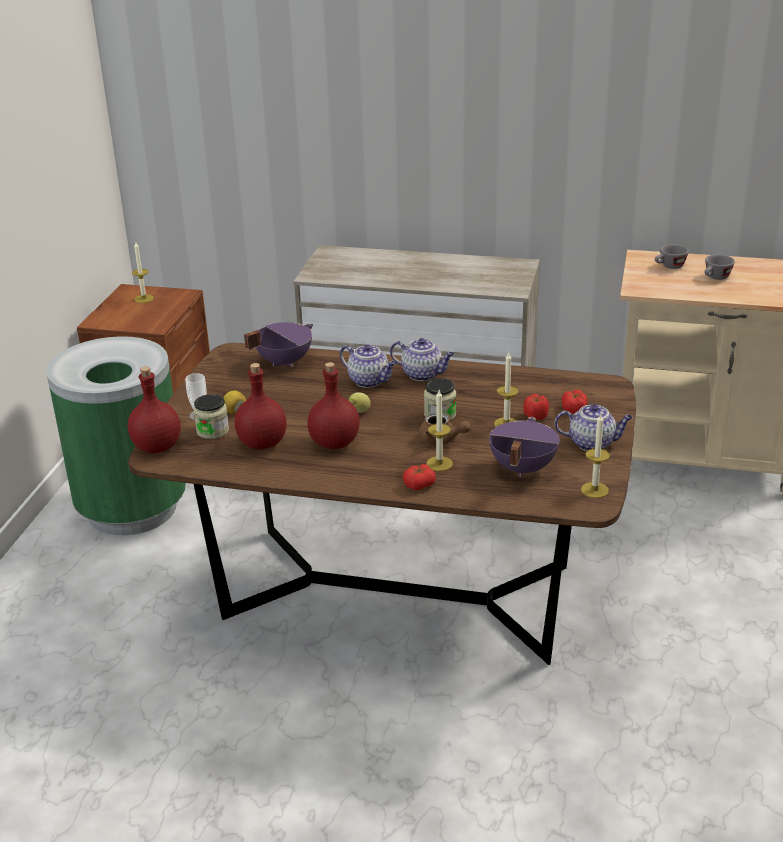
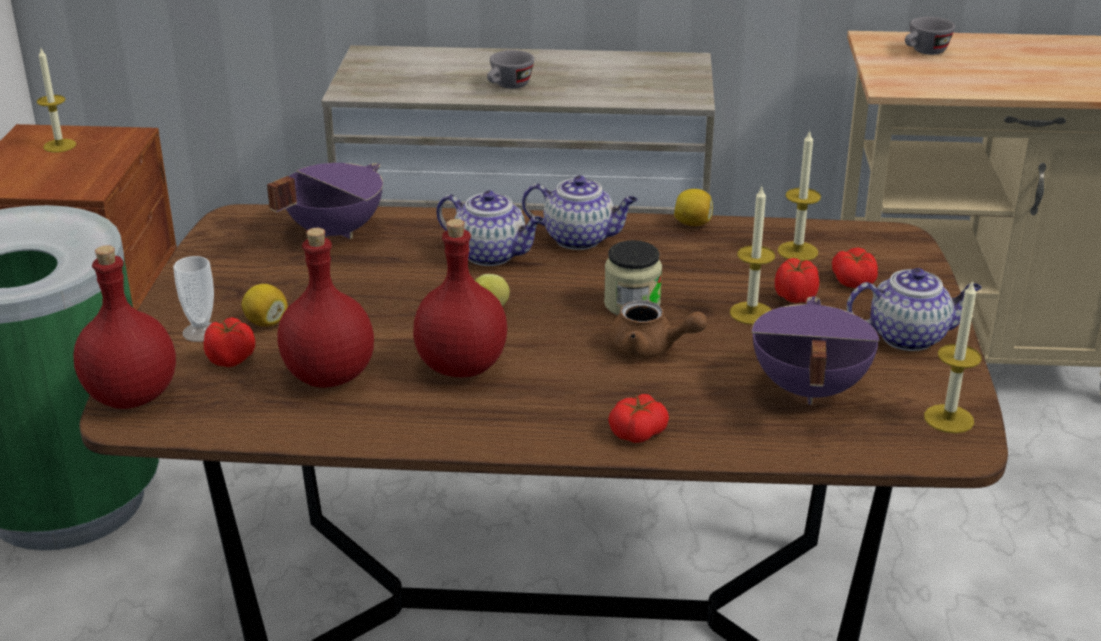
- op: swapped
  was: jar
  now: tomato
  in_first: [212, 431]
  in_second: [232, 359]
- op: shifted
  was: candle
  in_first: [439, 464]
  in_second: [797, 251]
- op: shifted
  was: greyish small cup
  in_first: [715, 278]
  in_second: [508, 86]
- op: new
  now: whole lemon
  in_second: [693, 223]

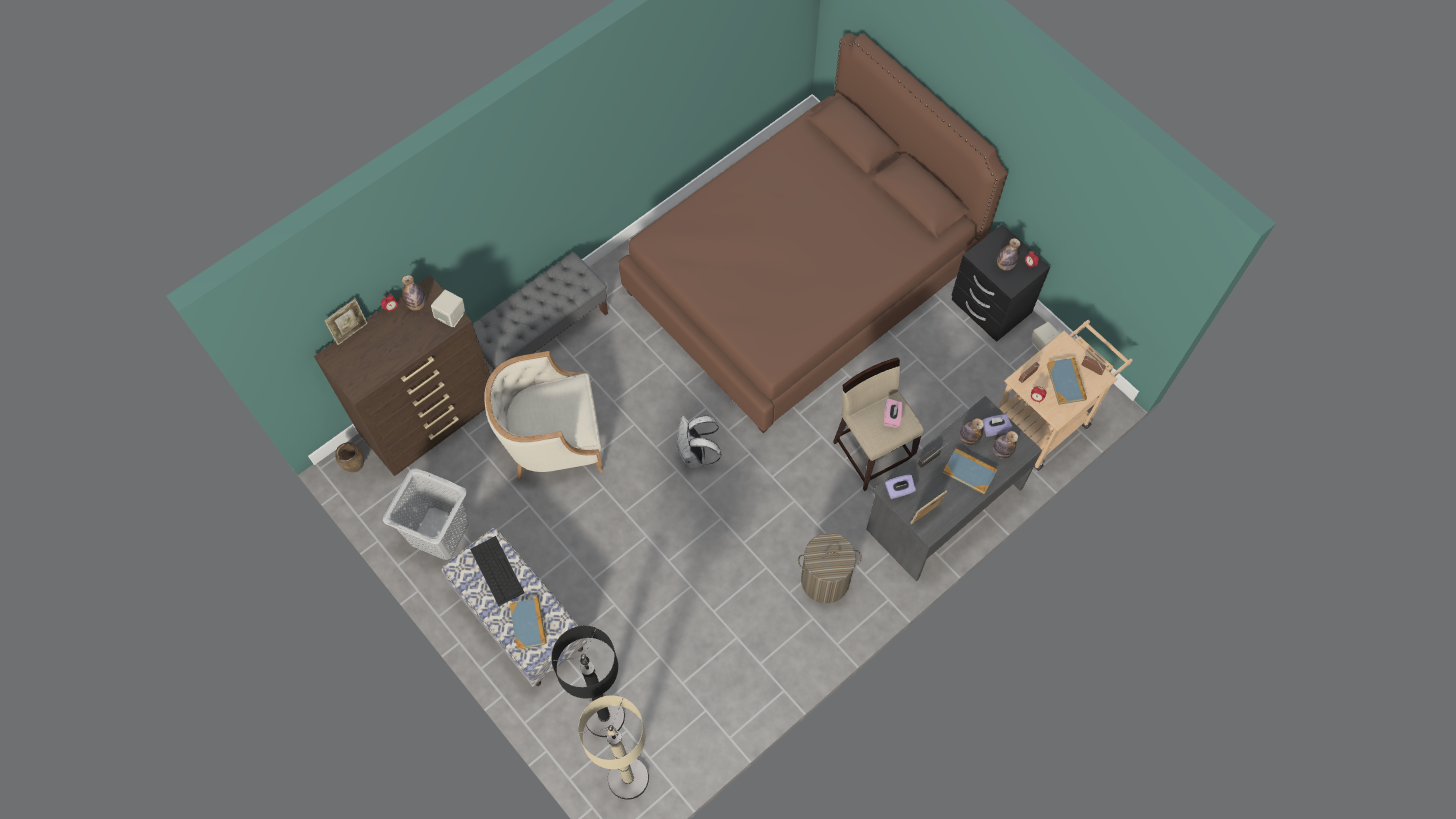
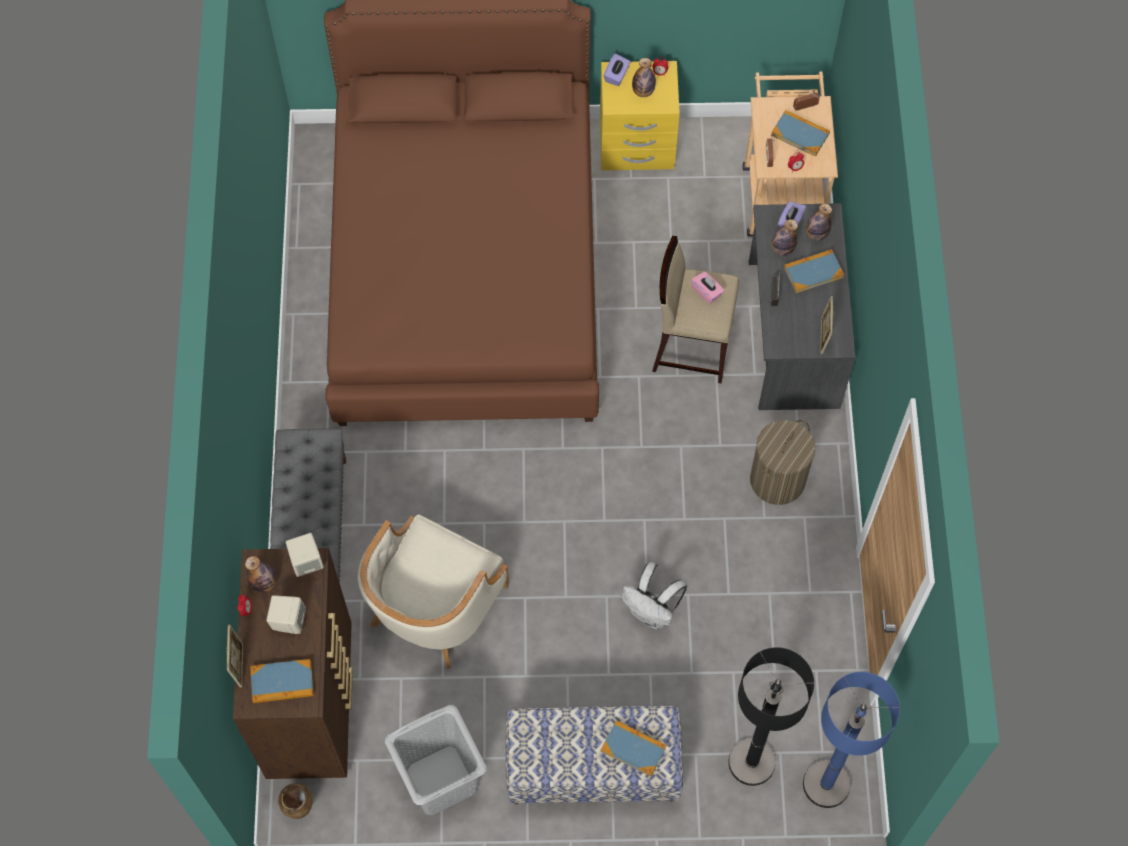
- op: gone
  was: computer keyboard
  in_first: [496, 570]
- op: repainted
  was: sand-coloured floor lamp
  now: bluish floor lamp
  in_first: [628, 778]
  in_second: [826, 784]
- op: shifted
  was: whitish rucksack
  in_first: [696, 455]
  in_second: [652, 612]
- op: shifted
  was: purple box of tissues
  in_first: [899, 490]
  in_second: [616, 76]
- op: repainted
  was: blackish nightstand
  now: yellow-coloured nightstand
  in_first: [990, 307]
  in_second: [636, 147]
- op: shifted
  was: sand-coloured loudspeaker
  in_first: [1042, 344]
  in_second: [288, 620]
- op: new
  now: bound book
  in_second: [282, 682]

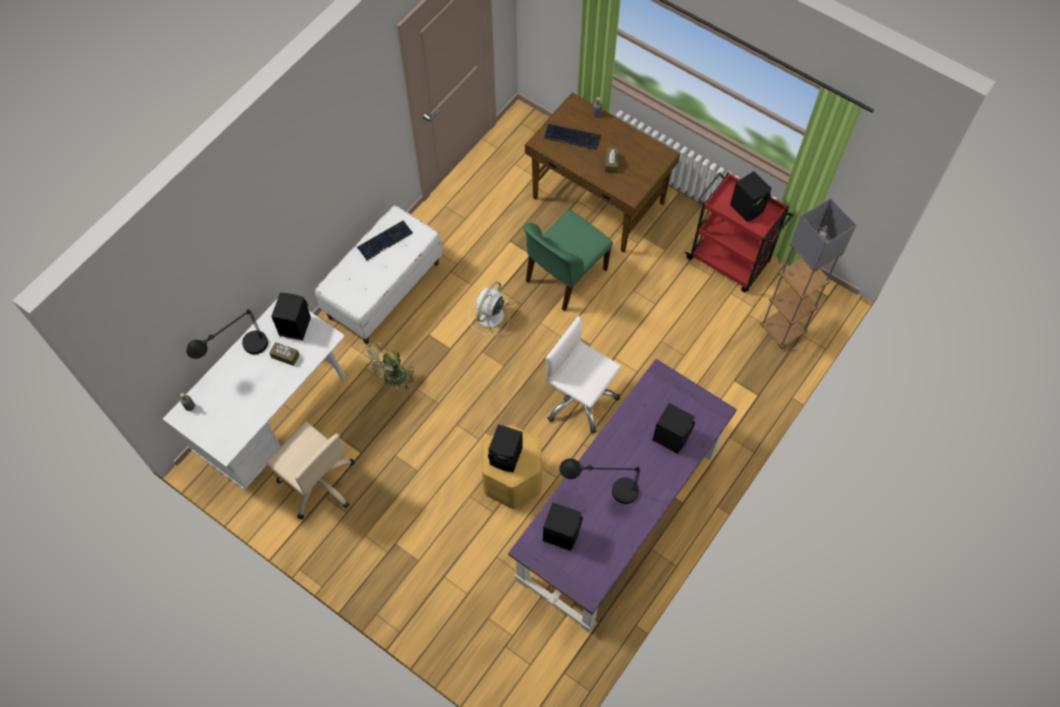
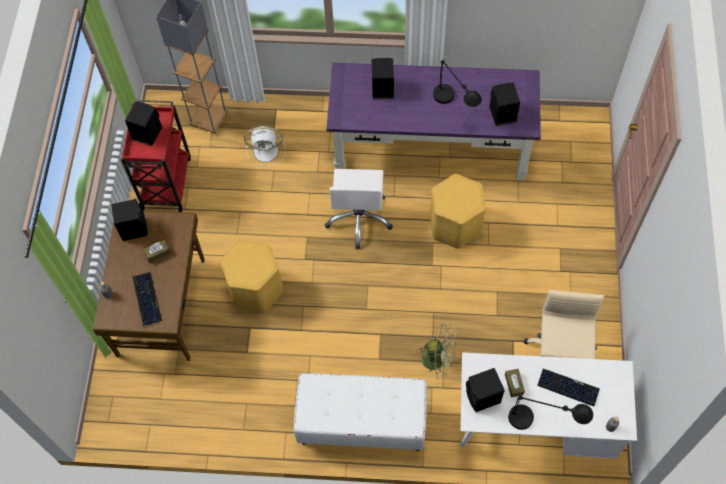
- op: shifted
  was: computer keyboard
  in_first: [385, 240]
  in_second: [568, 387]
- op: shifted
  was: whitish fan
  in_first: [489, 316]
  in_second: [267, 151]
- op: shifted
  was: blackish loudspeaker
  in_first: [507, 457]
  in_second: [134, 227]
- op: swapped
  was: green plain chair
  now: yellow-coloured stool seat
  in_first: [565, 276]
  in_second: [255, 289]

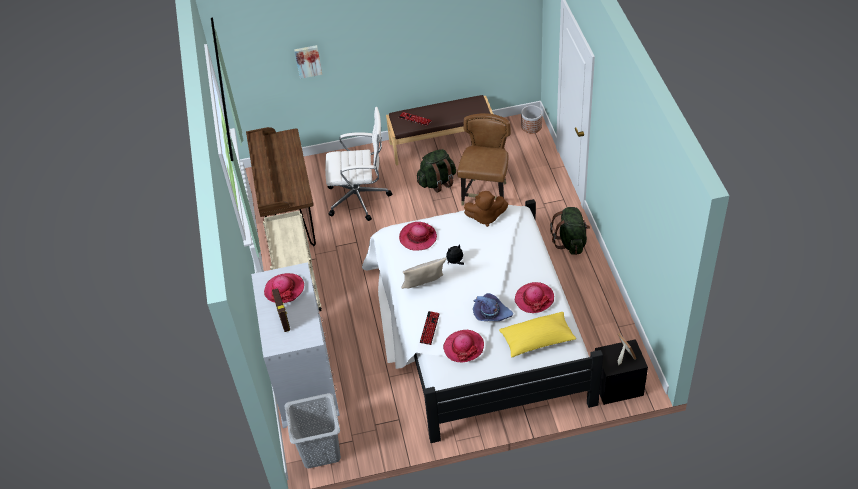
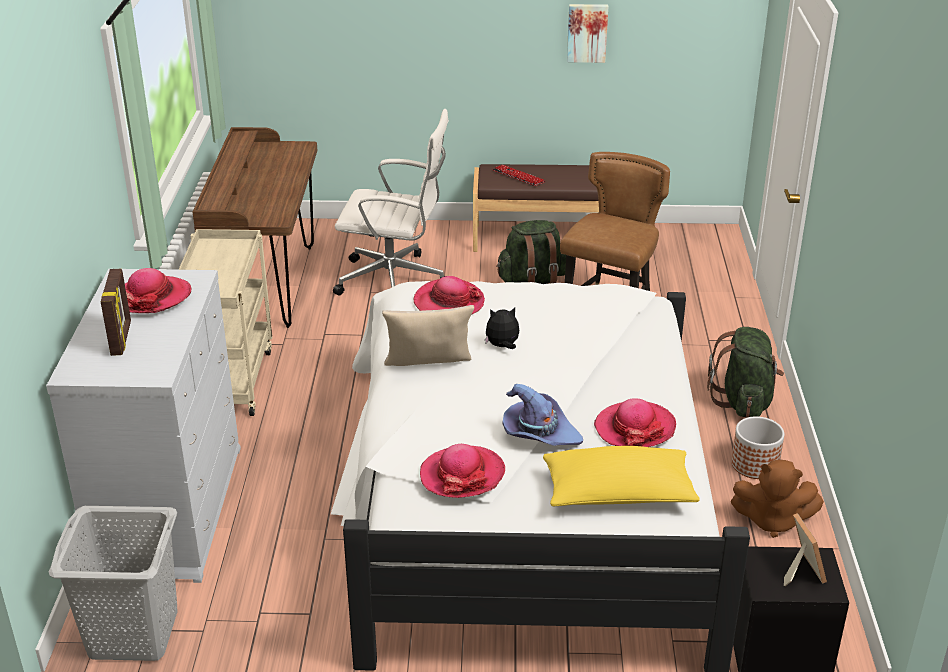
- op: shifted
  was: wall art
  in_first: [308, 61]
  in_second: [587, 32]
- op: gone
  was: computer keyboard
  in_first: [429, 328]
- op: shifted
  was: brownish cuddly toy
  in_first: [485, 217]
  in_second: [772, 520]
- op: shifted
  was: plant pot
  in_first: [531, 126]
  in_second: [754, 464]

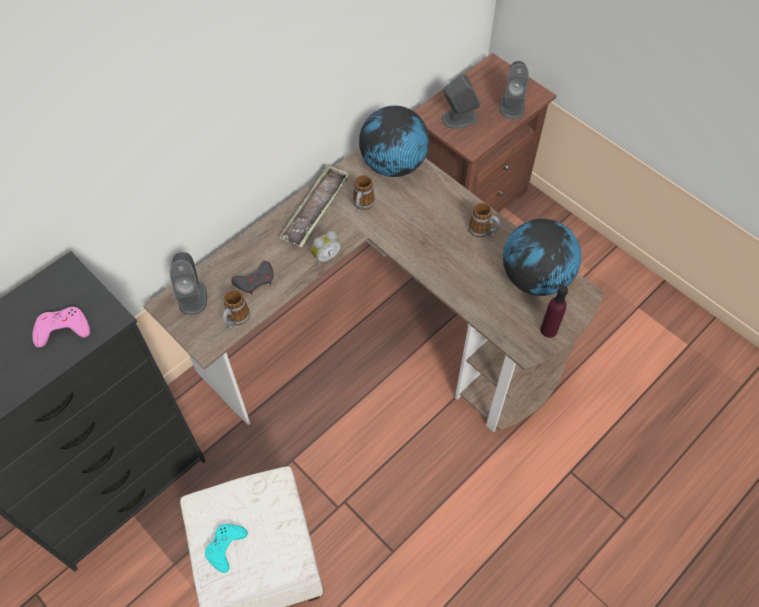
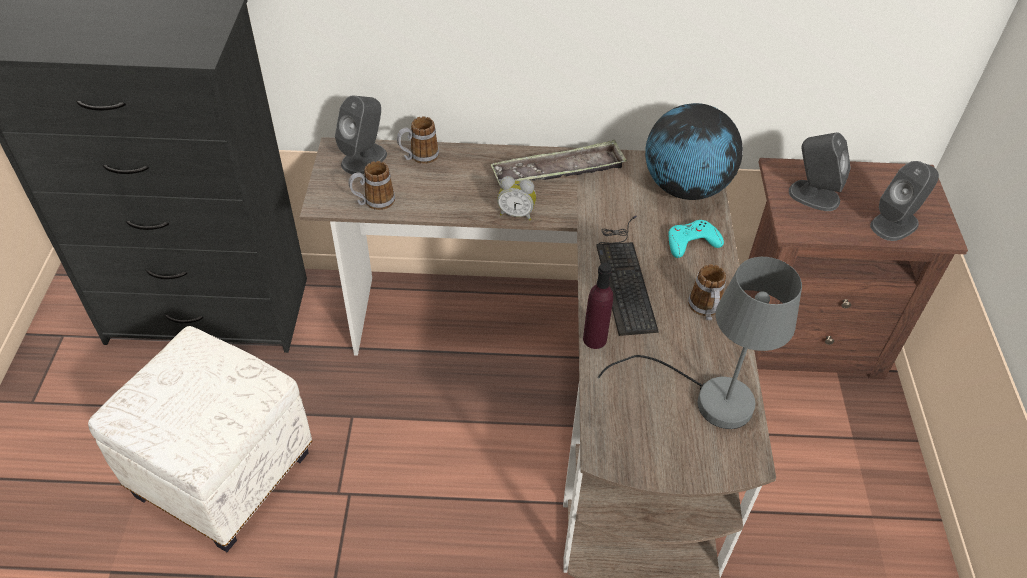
- op: gone
  was: pinkish gamepad
  in_first: [62, 329]
- op: shifted
  was: blue-green gamepad
  in_first: [225, 547]
  in_second: [691, 242]
- op: gone
  was: greyish gamepad
  in_first: [255, 280]
- op: shifted
  was: coffee mug
  in_first: [362, 205]
  in_second: [419, 157]
- op: swapped
  was: desk globe
  now: greyish lamp for a table
  in_first: [535, 279]
  in_second: [707, 398]
- op: shifted
  was: purple drink bottle
  in_first: [548, 330]
  in_second: [594, 339]
- op: new
  now: computer keyboard
  in_second: [625, 276]

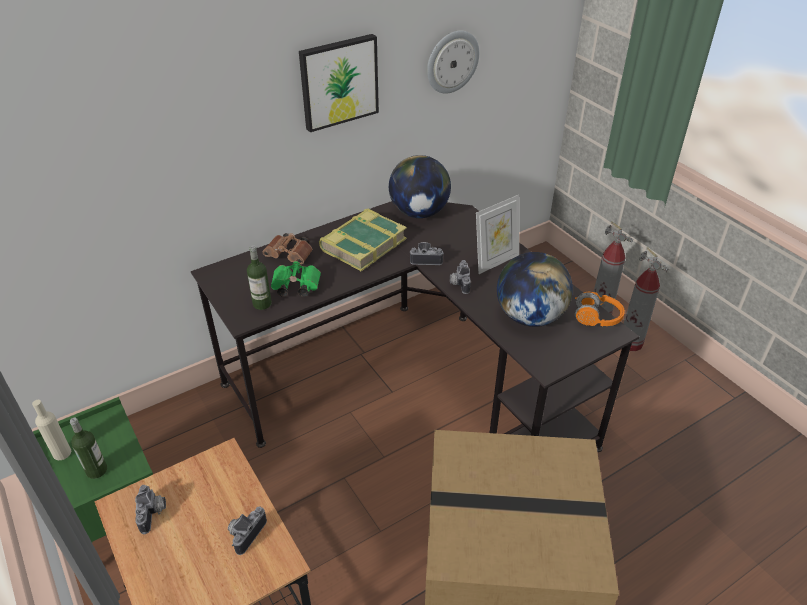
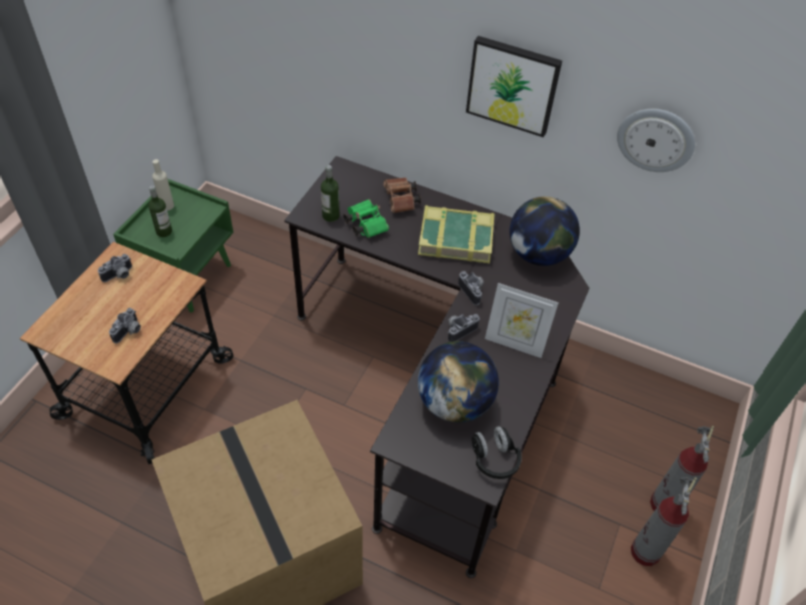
- op: rotated
  was: photo camera
  in_first: [245, 533]
  in_second: [129, 332]
  clockwise: 120
- op: repainted
  was: orangey headphones
  now: blackish headphones
  in_first: [596, 318]
  in_second: [494, 459]

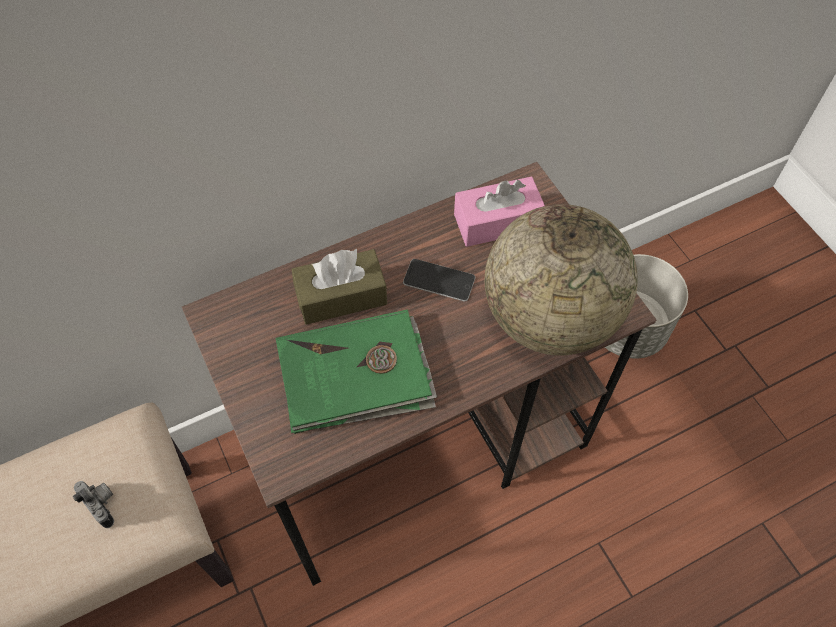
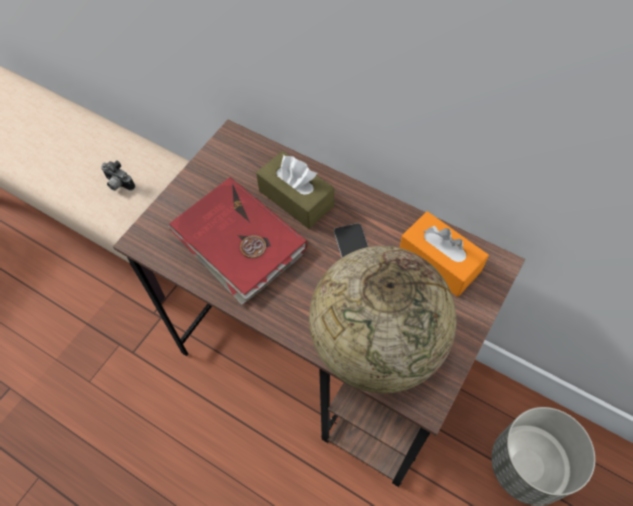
- op: rotated
  was: photo camera
  in_first: [102, 504]
  in_second: [118, 185]
  clockwise: 105
- op: repainted
  was: green bound book
  now: red-coloured bound book
  in_first: [355, 376]
  in_second: [238, 242]
- op: repainted
  was: pinkish box of tissues
  now: orangey box of tissues
  in_first: [497, 222]
  in_second: [439, 261]

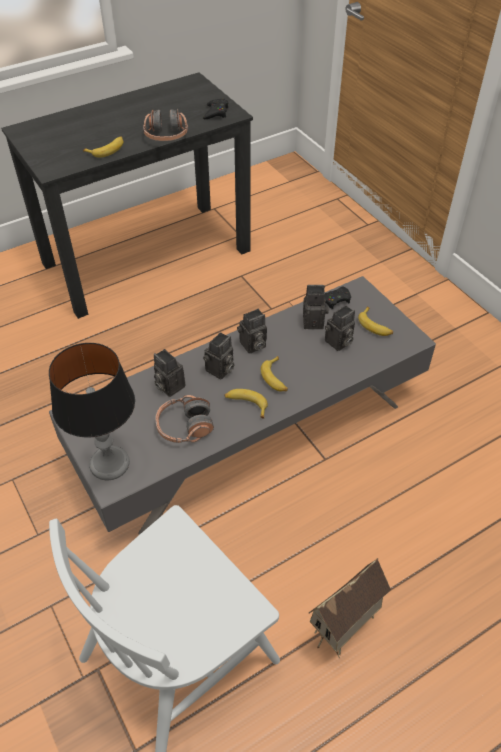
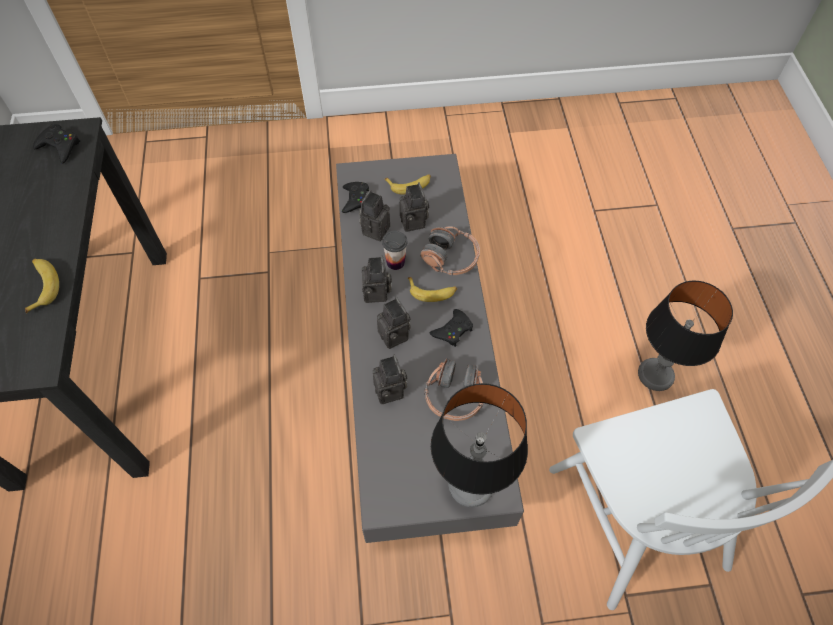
- op: shifted
  was: headphones
  in_first: [166, 136]
  in_second: [450, 258]
- op: rotated
  was: photo camera
  in_first: [168, 386]
  in_second: [391, 391]
  clockwise: -90
- op: swapped
  was: whole banana
  now: blackish gamepad
  in_first: [246, 404]
  in_second: [453, 330]
- op: swapped
  was: toy house
  now: lamp for a table
  in_first: [343, 632]
  in_second: [655, 375]
- op: new
  now: small cup
  in_second: [395, 262]

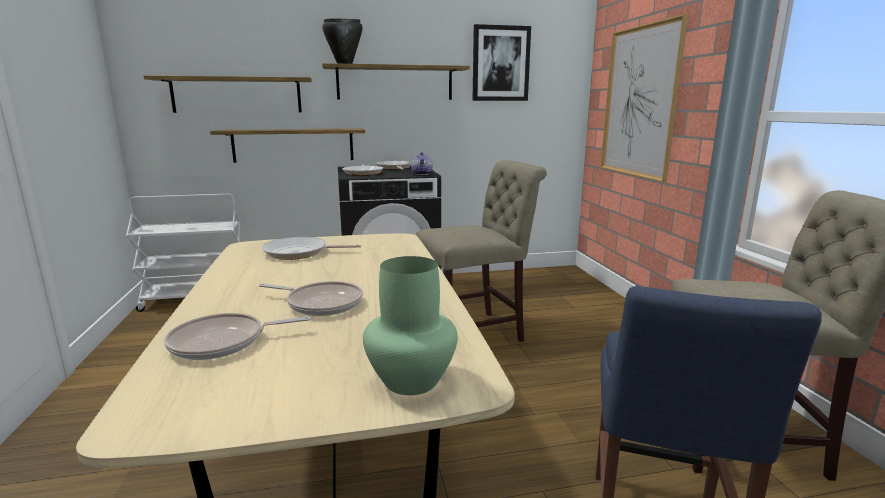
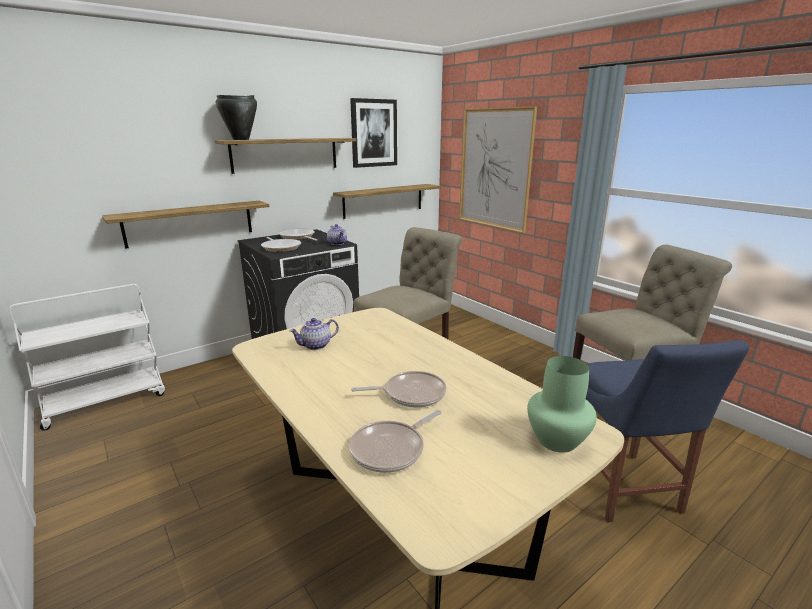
- op: shifted
  was: wall shelf
  in_first: [237, 95]
  in_second: [383, 200]
- op: swapped
  was: skillet
  now: tea pot
  in_first: [299, 253]
  in_second: [316, 346]

